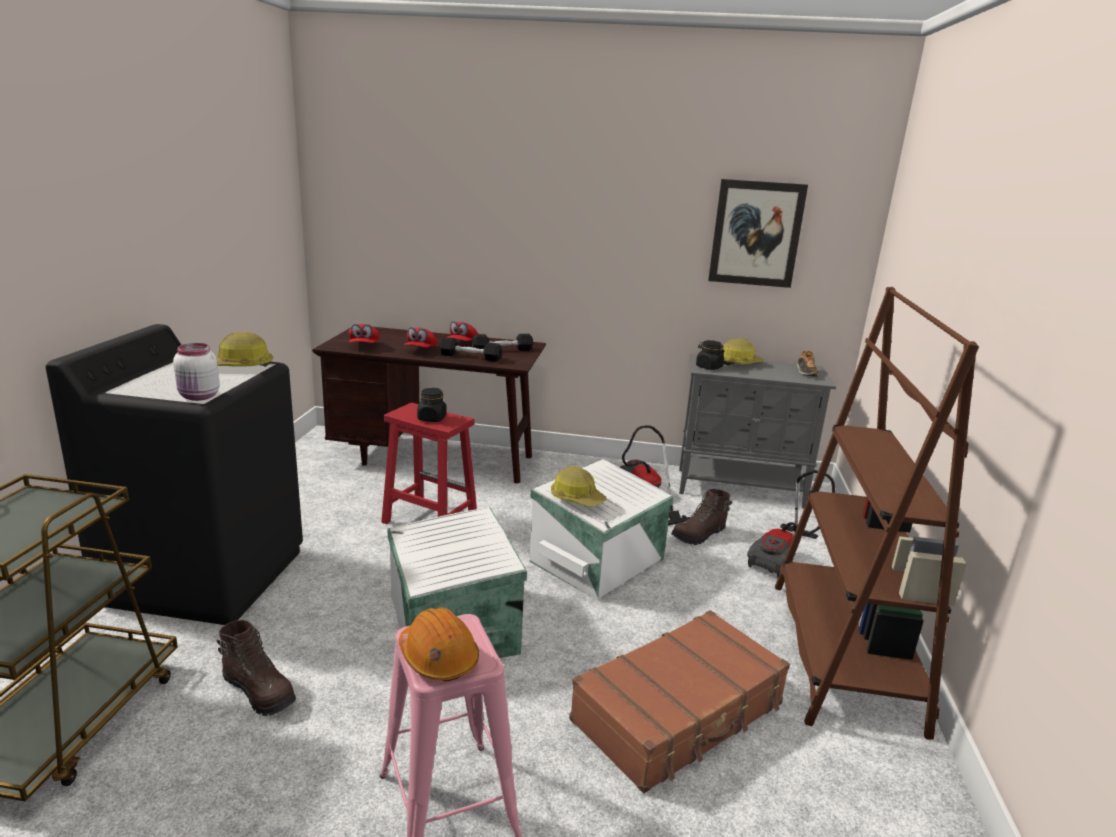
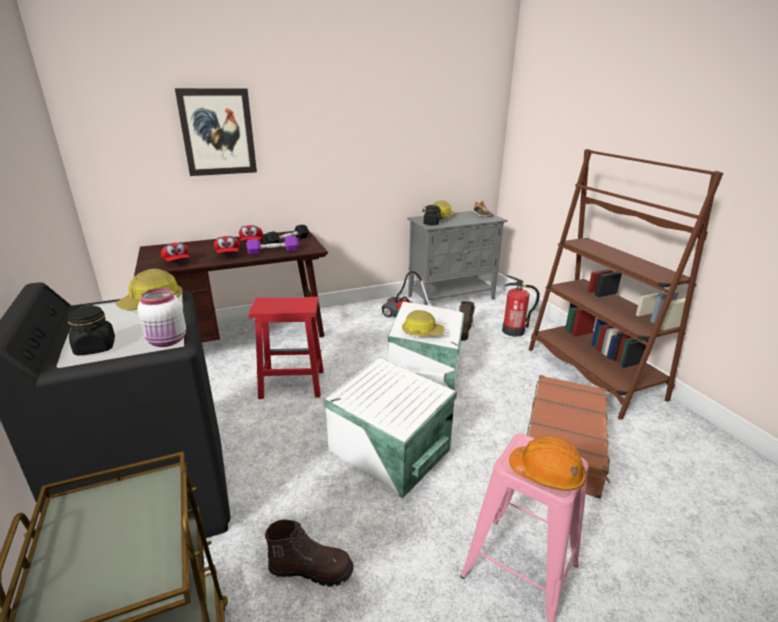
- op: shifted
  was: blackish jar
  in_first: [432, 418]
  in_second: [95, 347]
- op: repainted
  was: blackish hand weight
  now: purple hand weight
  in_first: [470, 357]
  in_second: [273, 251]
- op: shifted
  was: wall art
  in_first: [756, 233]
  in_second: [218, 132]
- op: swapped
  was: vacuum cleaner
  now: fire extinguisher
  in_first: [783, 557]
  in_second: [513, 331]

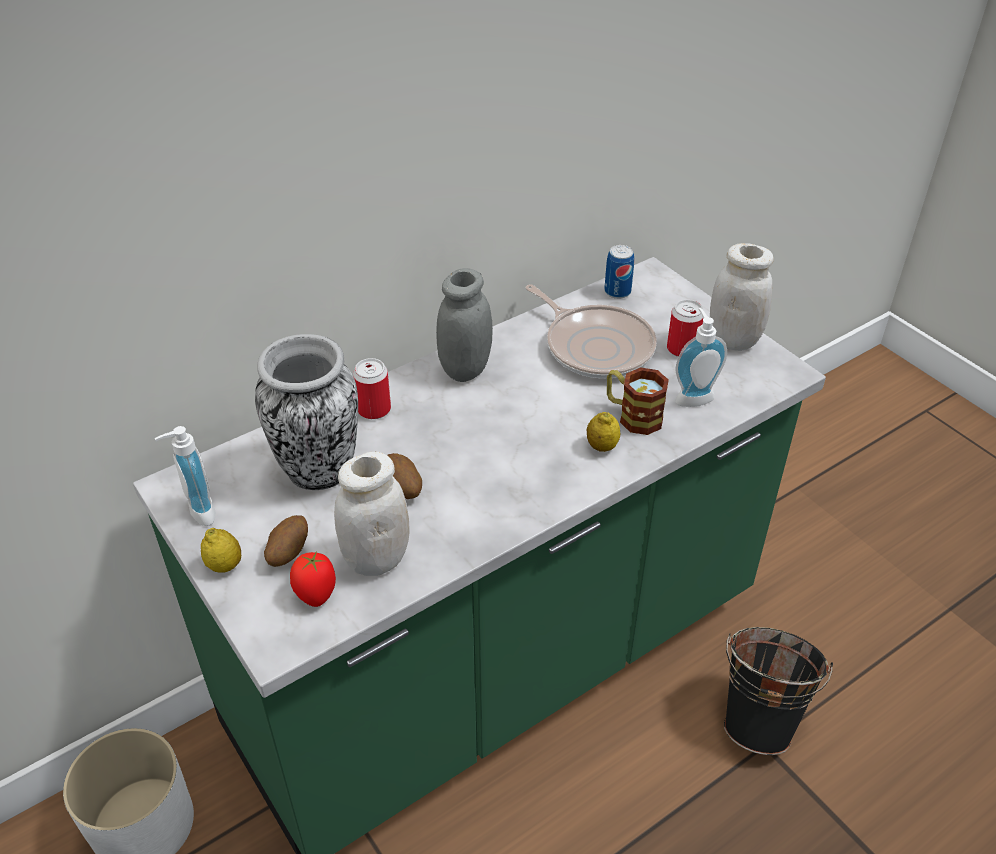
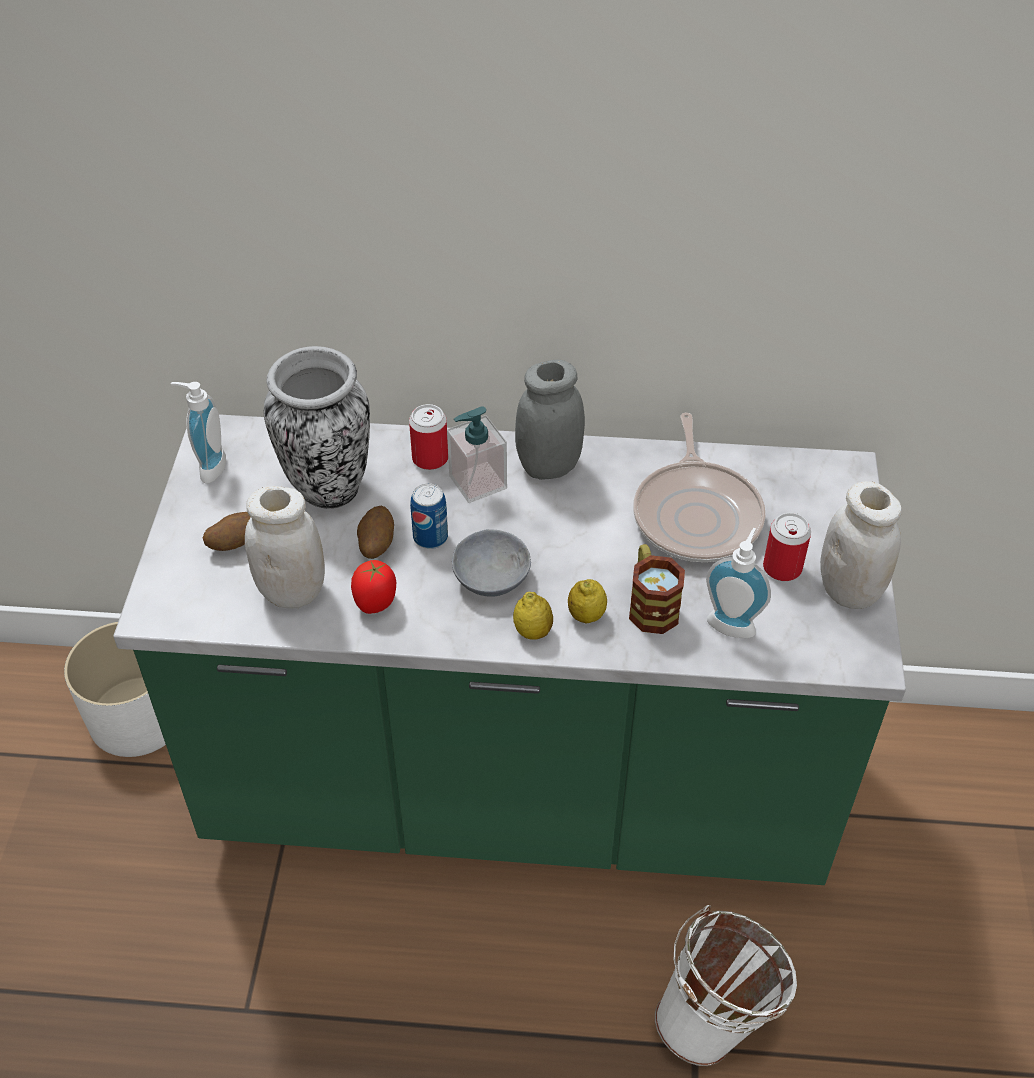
- op: shifted
  was: whole lemon
  in_first: [224, 565]
  in_second: [533, 631]
- op: shifted
  was: tomato
  in_first: [316, 594]
  in_second: [376, 603]
- op: shifted
  was: can
  in_first: [617, 292]
  in_second: [430, 537]
- op: repainted
  was: blackish water bucket
  now: whitish water bucket
  in_first: [760, 718]
  in_second: [717, 1020]
- op: new
  now: soap bottle
  in_second: [477, 482]
- op: new
  now: greyish bowl
  in_second: [488, 575]

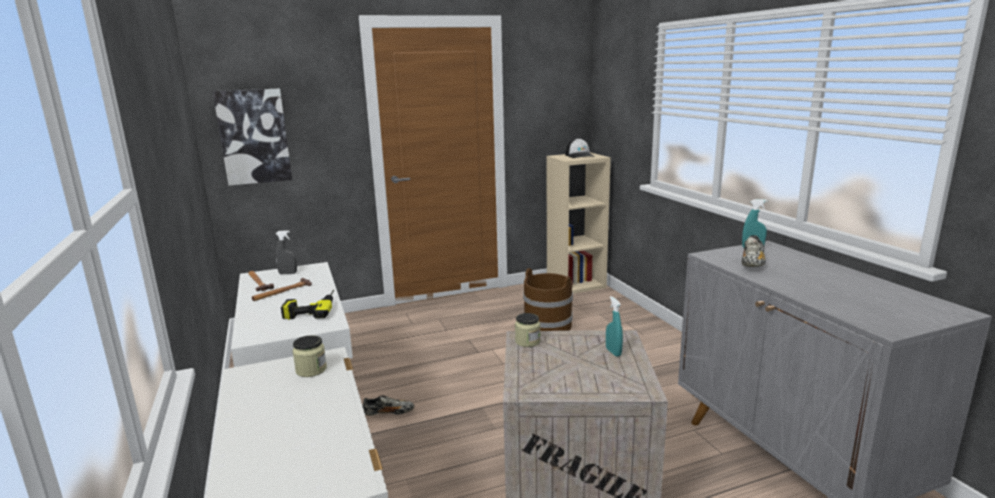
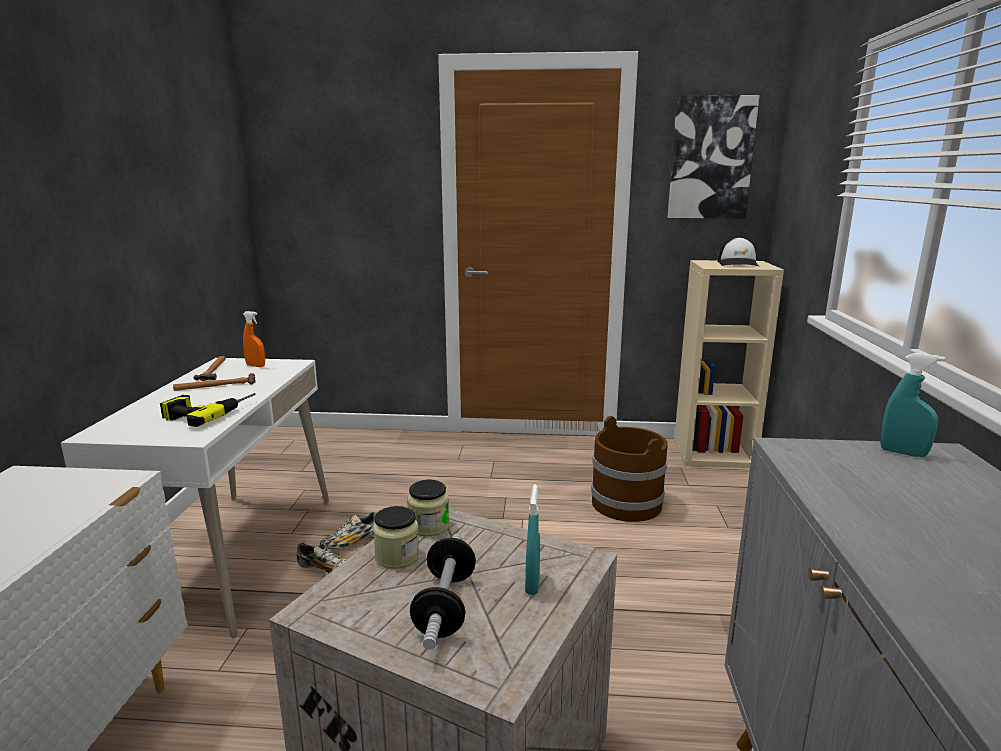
- op: shifted
  was: wall art
  in_first: [254, 136]
  in_second: [710, 158]
- op: repainted
  was: greyish sprayer
  now: orangey sprayer
  in_first: [288, 273]
  in_second: [255, 366]
- op: shifted
  was: jar
  in_first: [311, 370]
  in_second: [397, 557]
- op: shifted
  was: item of footwear
  in_first: [752, 264]
  in_second: [352, 542]
- op: new
  now: hand weight
  in_second: [445, 606]

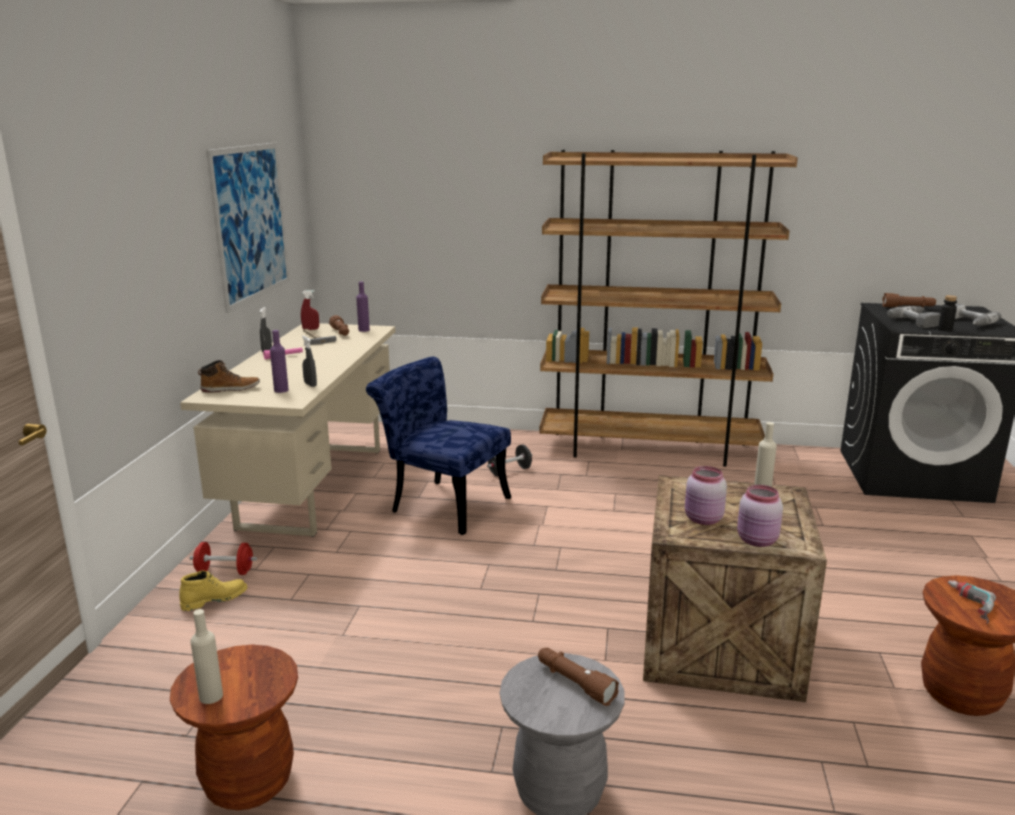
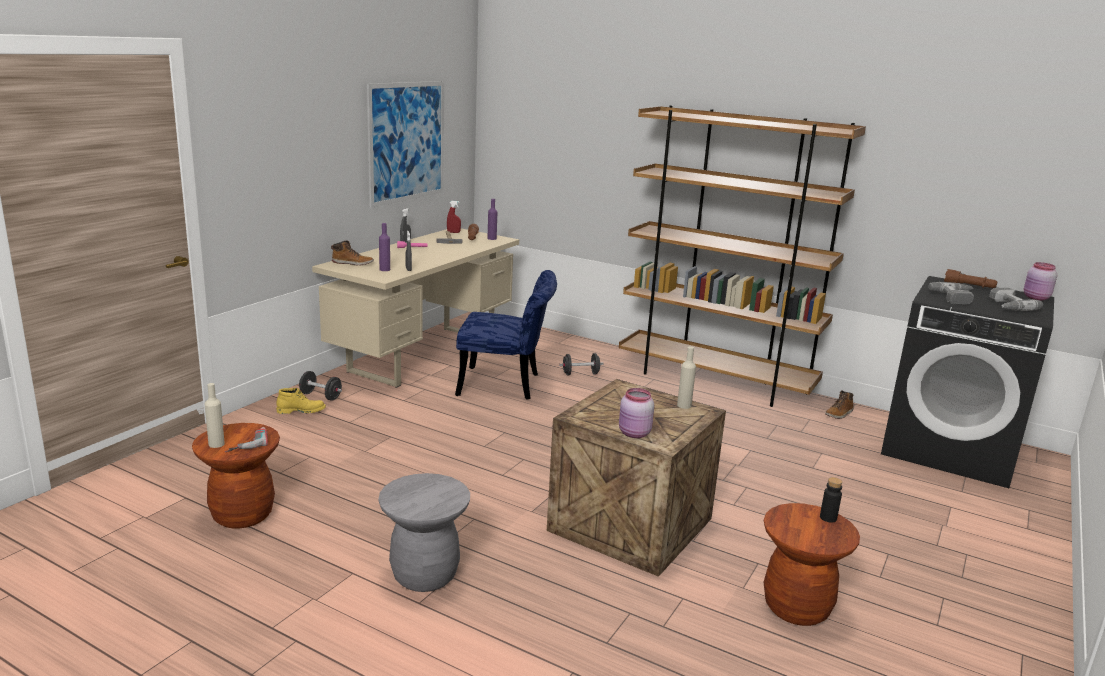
- op: repainted
  was: red-coloured hand weight
  now: blackish hand weight
  in_first: [225, 572]
  in_second: [321, 396]
- op: rotated
  was: bluish plain chair
  in_first: [442, 503]
  in_second: [507, 385]
  clockwise: 135
- op: gone
  was: brownish torch
  in_first: [574, 683]
- op: shifted
  was: pinkish jar
  in_first: [703, 520]
  in_second: [1036, 298]
- op: shifted
  was: blackish drink bottle
  in_first: [945, 329]
  in_second: [828, 518]
- op: shifted
  was: power drill
  in_first: [966, 605]
  in_second: [246, 443]
- op: new
  now: high-top boot
  in_second: [839, 414]

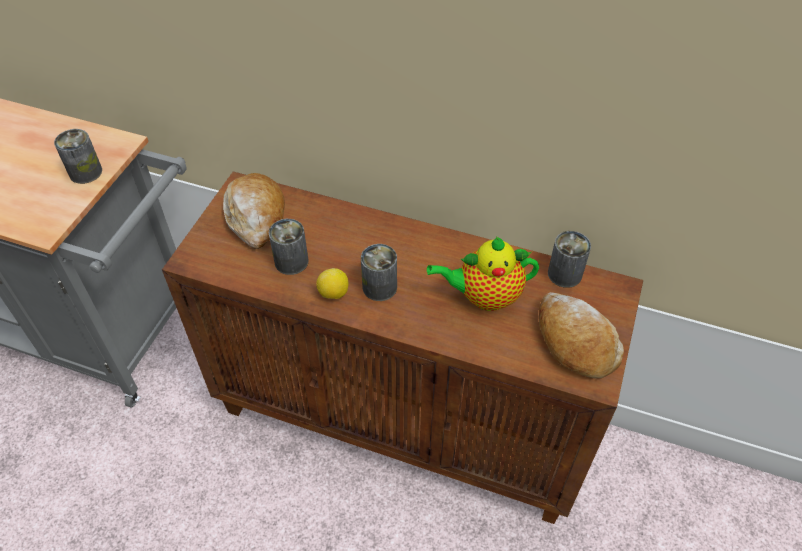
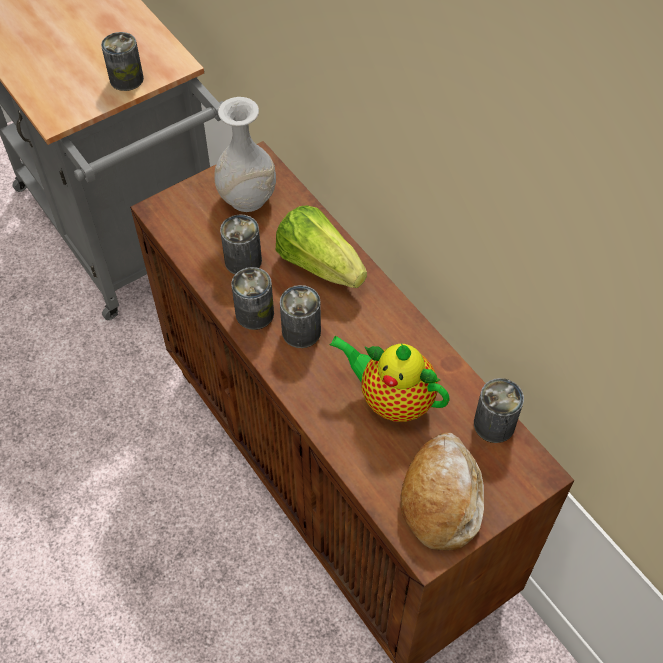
- op: swapped
  was: bakery bread
  now: whitish flower vase
  in_first: [256, 216]
  in_second: [247, 198]
- op: swapped
  was: whole lemon
  now: can
  in_first: [333, 293]
  in_second: [254, 313]
- op: new
  now: lettuce
  in_second: [319, 264]

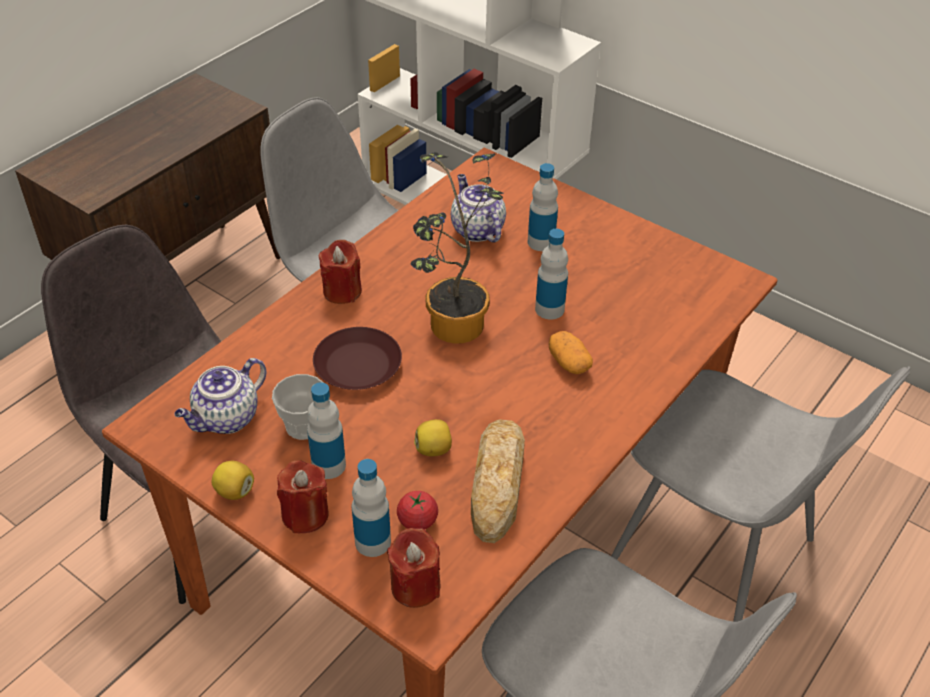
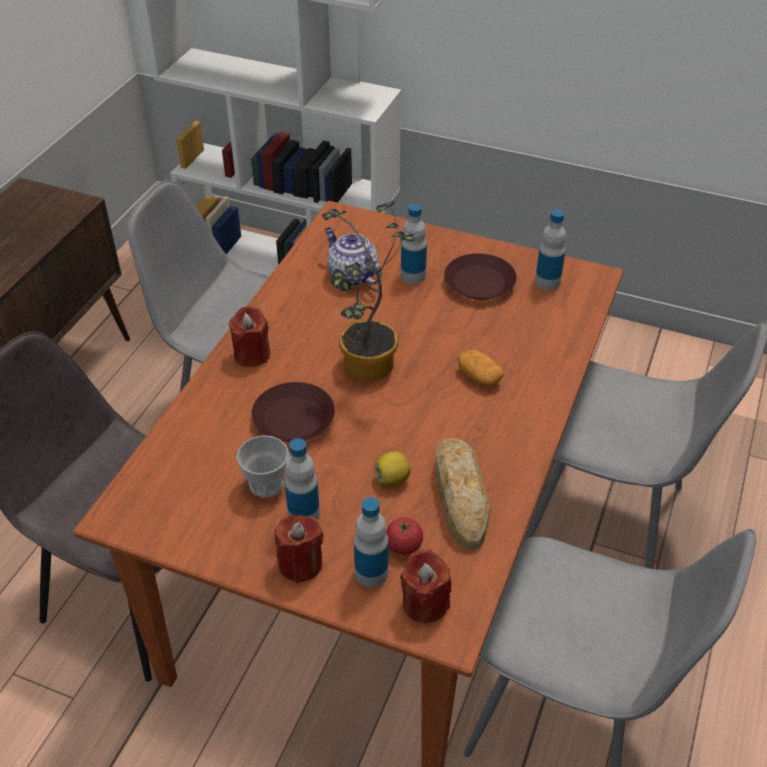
- op: gone
  was: tea pot
  in_first: [226, 419]
- op: gone
  was: whole lemon
  in_first: [234, 491]
- op: shifted
  was: drink bottle
  in_first: [549, 309]
  in_second: [547, 282]
- op: new
  now: brownish dinner plate
  in_second: [479, 283]

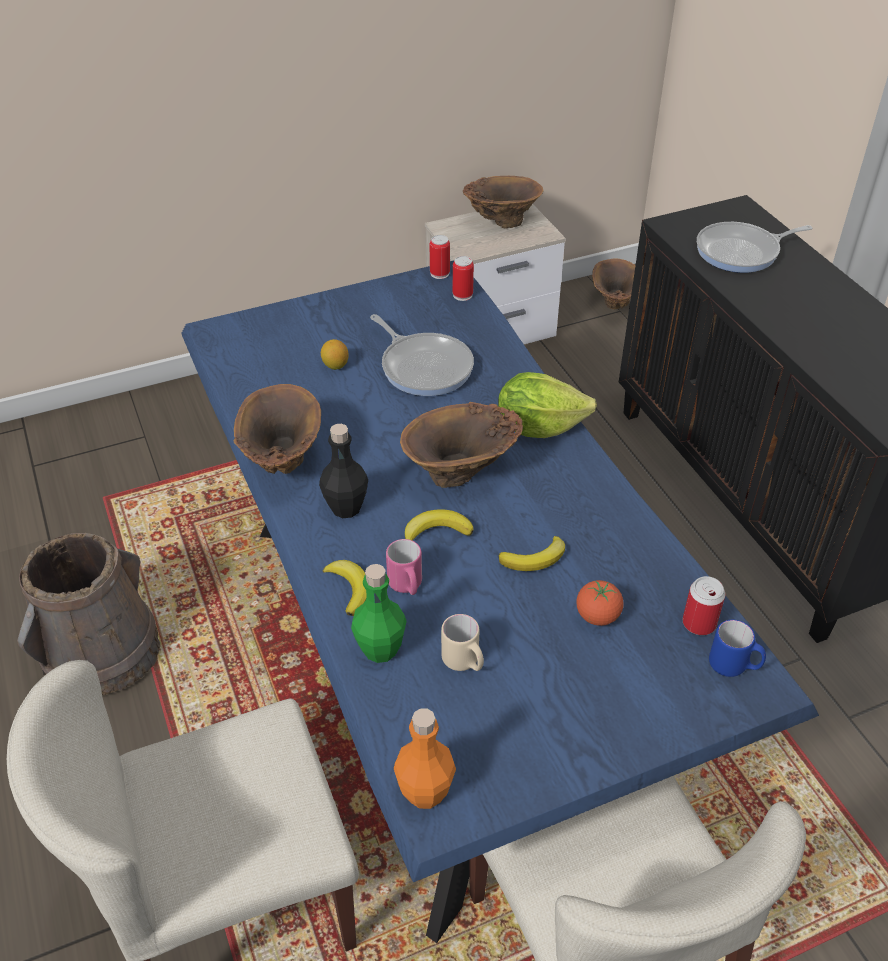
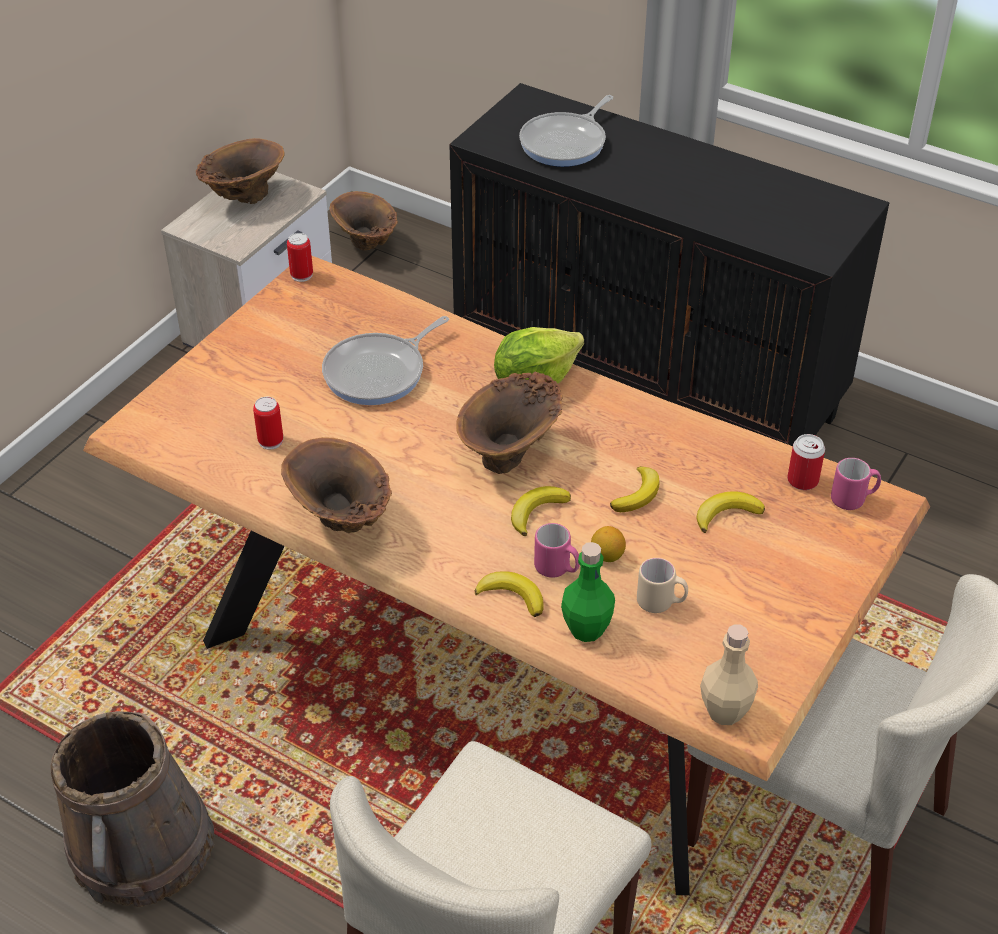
- op: repainted
  was: bluish dining table
  now: brownish dining table
  in_first: [443, 667]
  in_second: [498, 672]
- op: gone
  was: blackish drink bottle
  in_first: [346, 508]
- op: shifted
  was: whole lemon
  in_first: [335, 365]
  in_second: [607, 556]
- op: rotated
  was: skillet
  in_first: [424, 367]
  in_second: [379, 372]
  clockwise: 120
- op: repainted
  was: orangey drink bottle
  now: sand-coloured drink bottle
  in_first: [425, 792]
  in_second: [724, 711]
- op: shifted
  was: can
  in_first: [462, 295]
  in_second: [270, 441]
- op: swapped
  was: tomato
  now: whole banana
  in_first: [597, 616]
  in_second: [726, 514]
- op: repainted
  was: bluish coffee mug
  now: pinkish coffee mug
  in_first: [734, 666]
  in_second: [853, 499]

